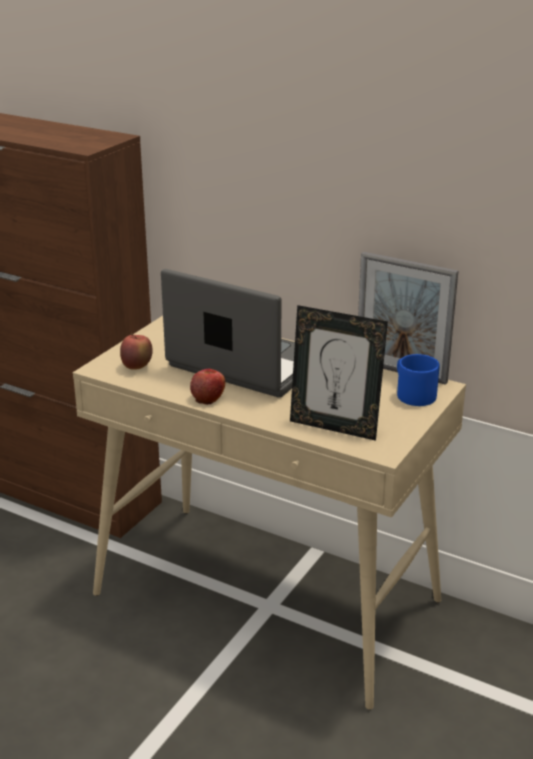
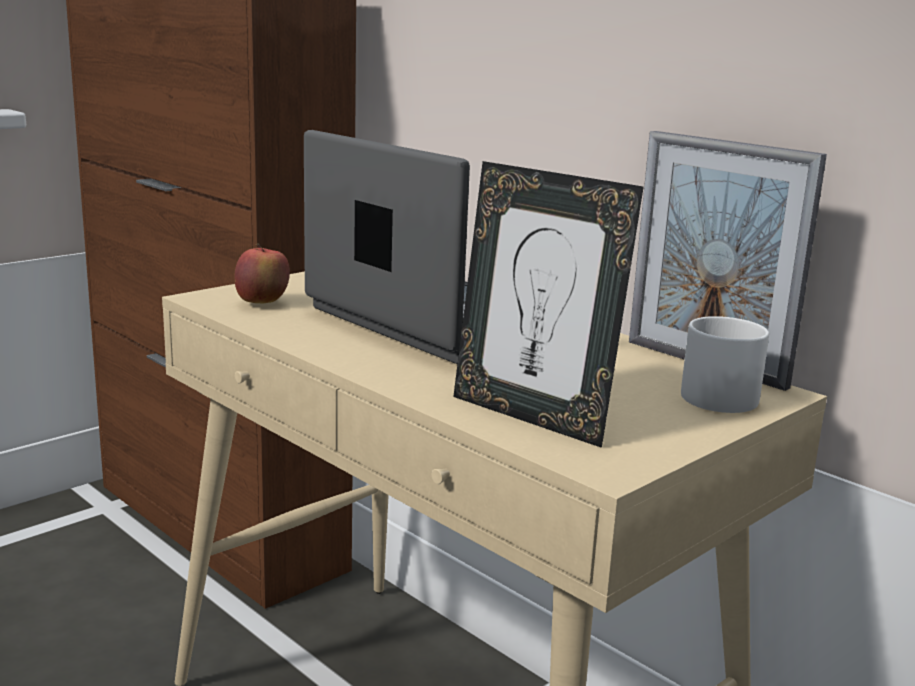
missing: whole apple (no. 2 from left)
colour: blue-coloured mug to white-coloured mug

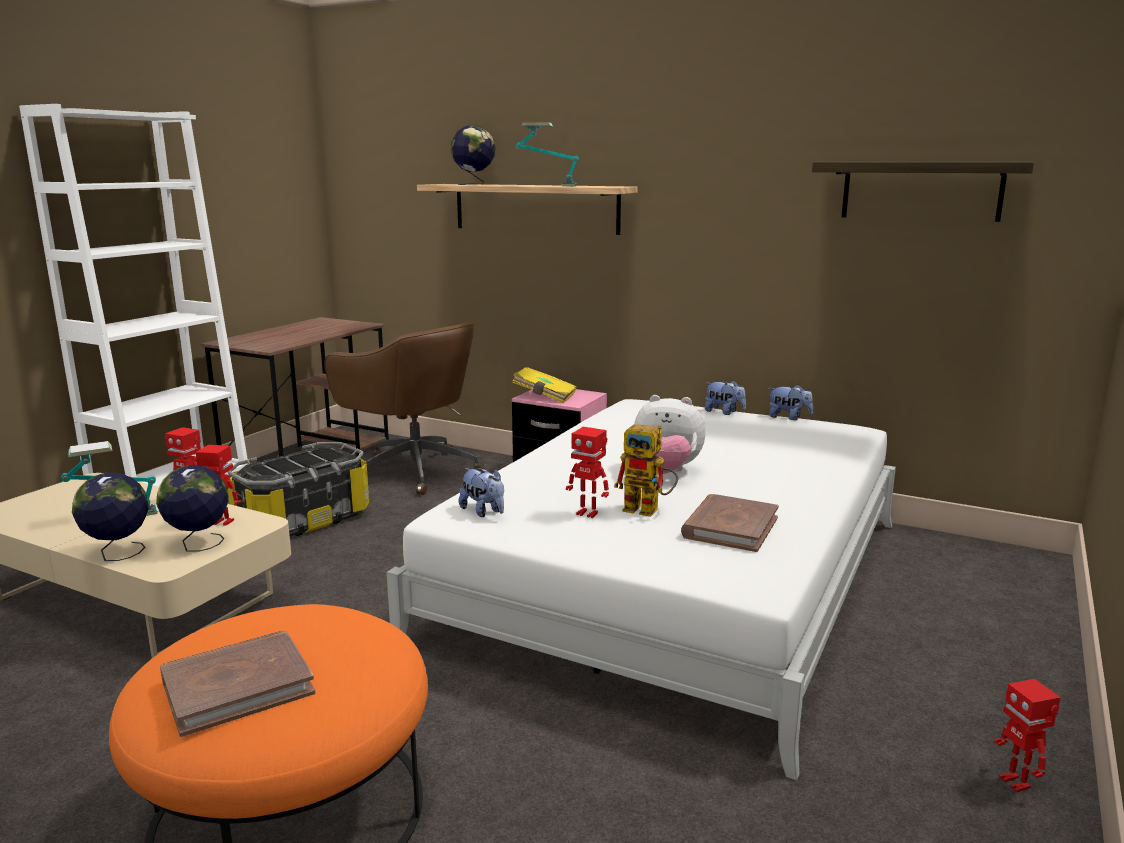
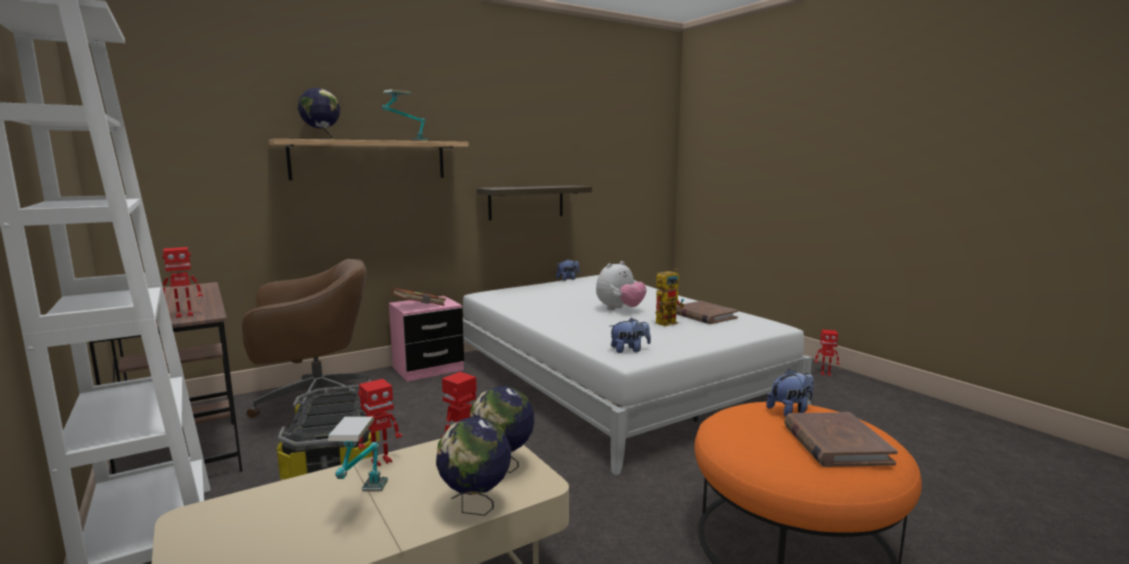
relocated: model robot (no. 3 from left in the first image) to model robot (no. 1 from left); soft toy (no. 3 from left in the first image) to soft toy (no. 4 from left); shelf (no. 2 from left)
colour: yellowish bound book to brownish bound book (no. 1 from left)

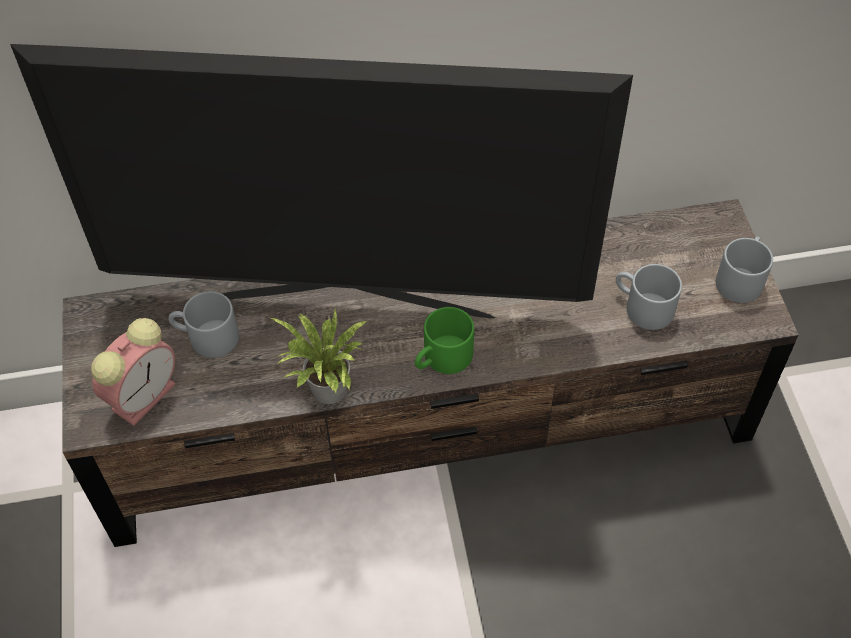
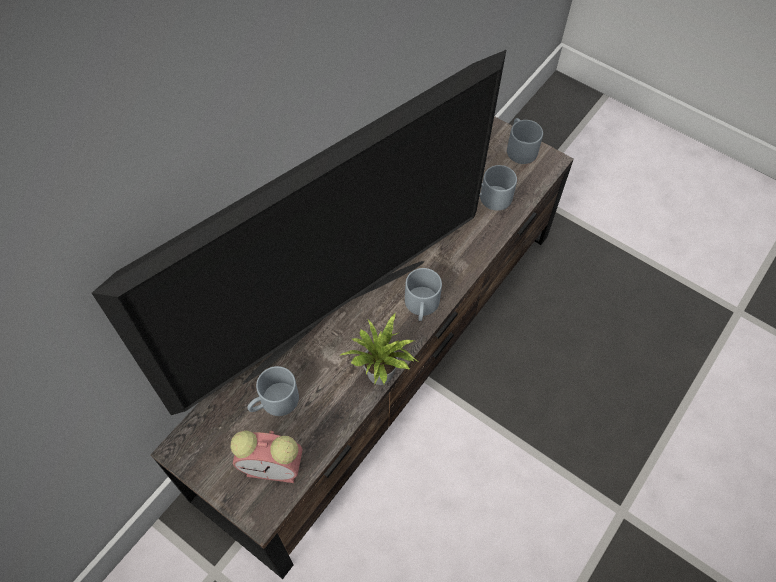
colour: greenish mug to grey mug (no. 2 from left)
spun: table clock 105 degrees clockwise

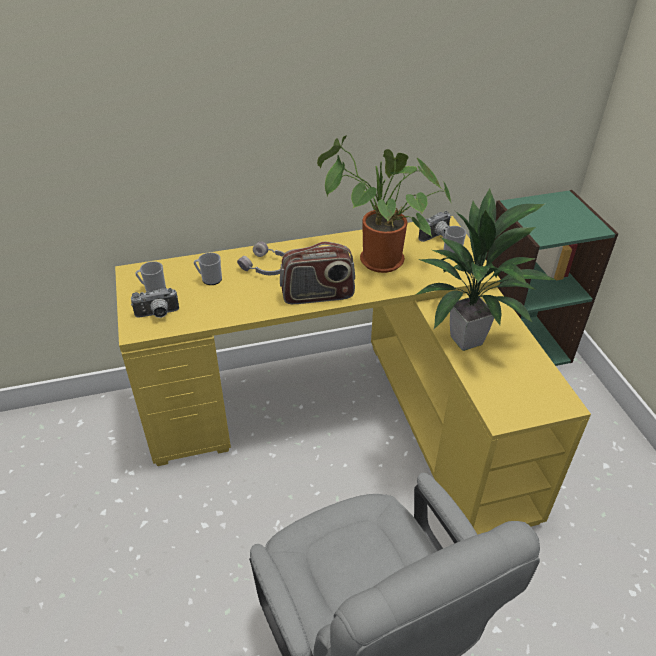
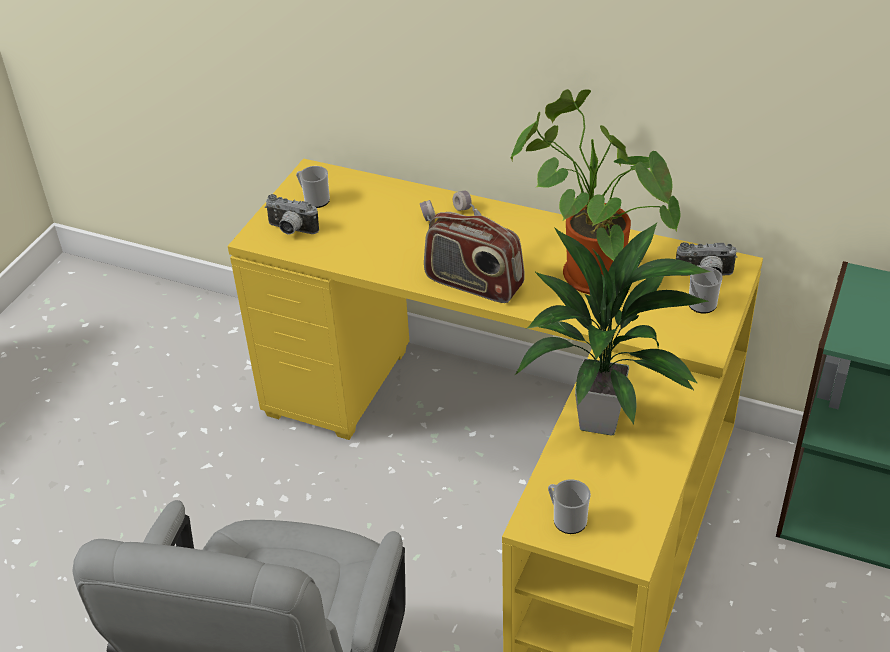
relocated: mug (no. 2 from left)

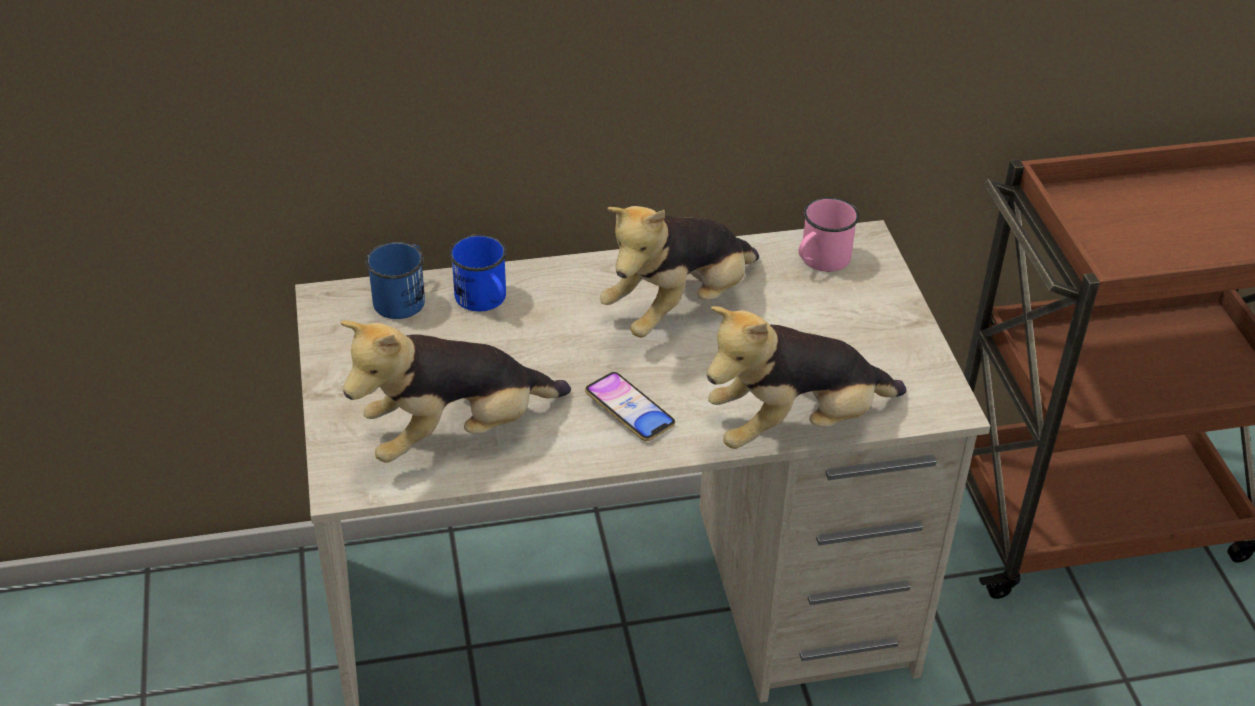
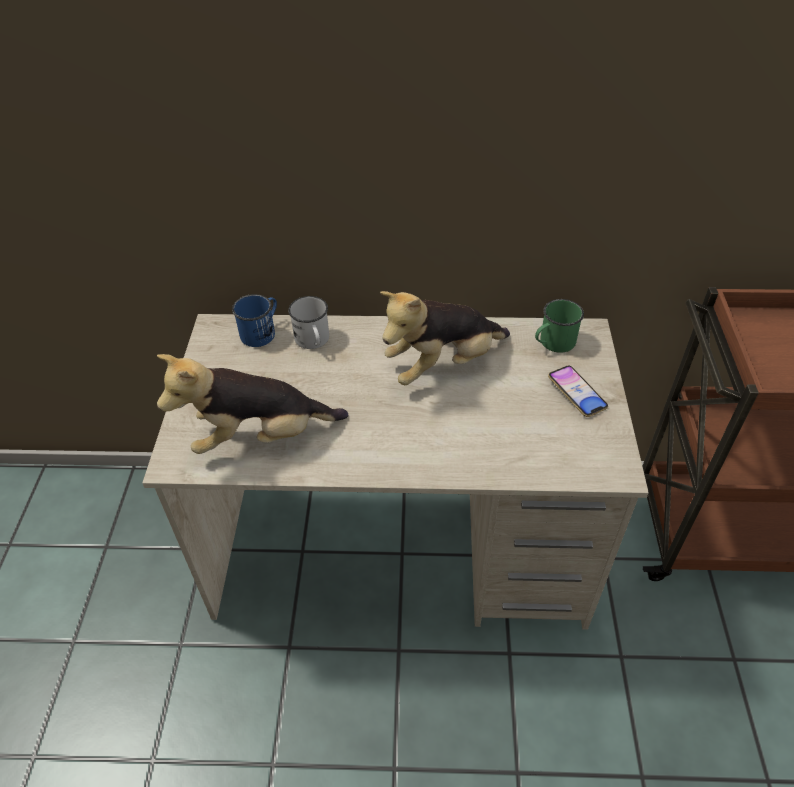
missing: soft toy (no. 3 from left)
relocated: phone
colour: blue-coloured mug (no. 2 from left) to white-coloured mug; pink mug to greenish mug

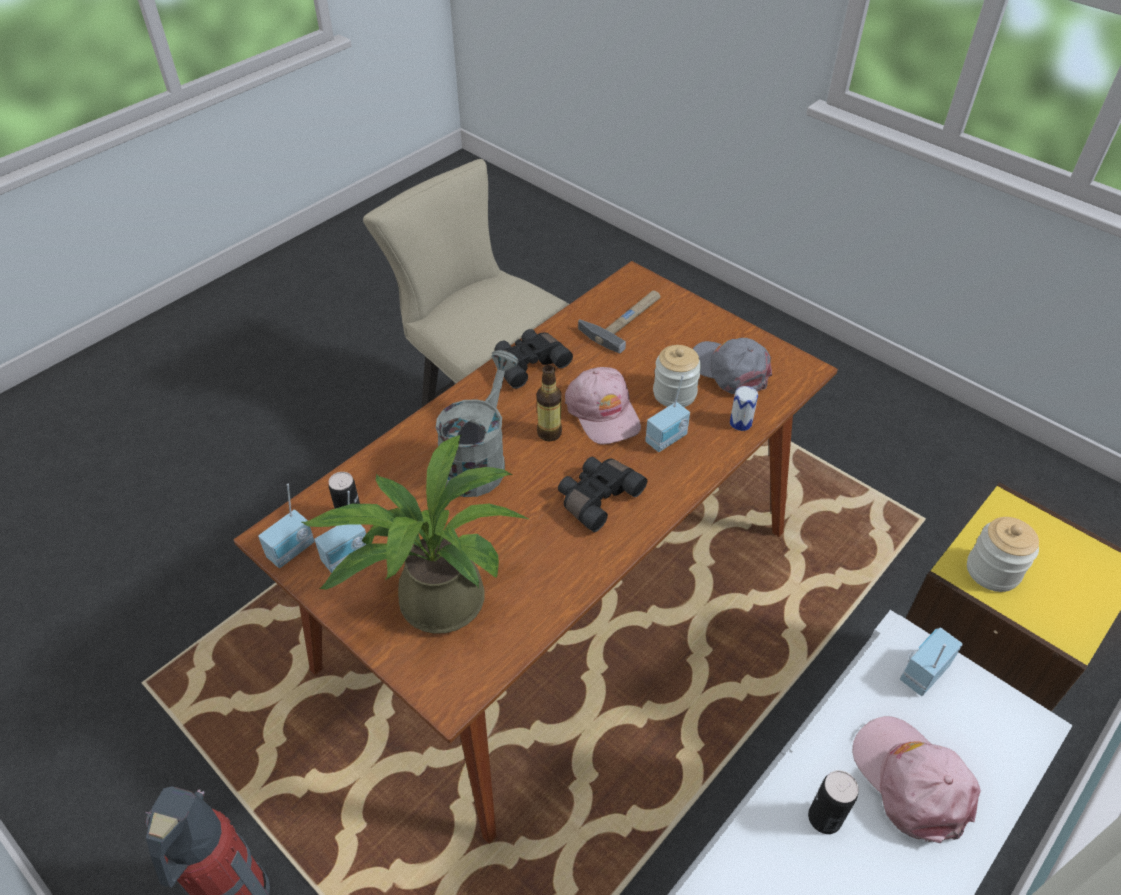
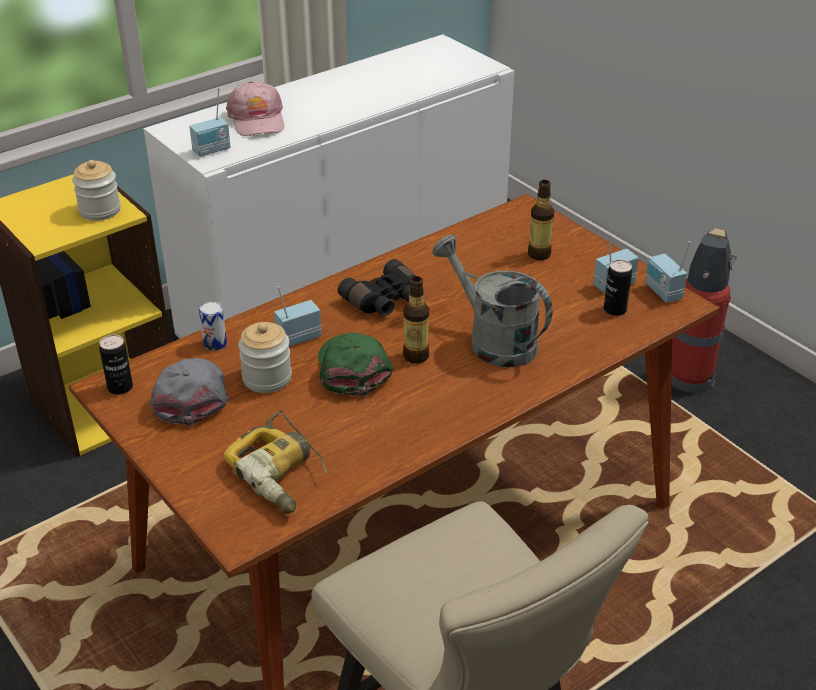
missing: black-coloured field glasses (no. 1 from left)
relocated: sealed can (no. 3 from left in the first image) to sealed can (no. 1 from left)
exchanged: houseplant to bottle (no. 2 from left); hand hammer to drill
colour: pink baseball cap (no. 1 from left) to greenish baseball cap
spun: radio (no. 1 from left in the first image) 75 degrees counterclockwise; grey sprinkling can 105 degrees clockwise; grey baseball cap 150 degrees counterclockwise

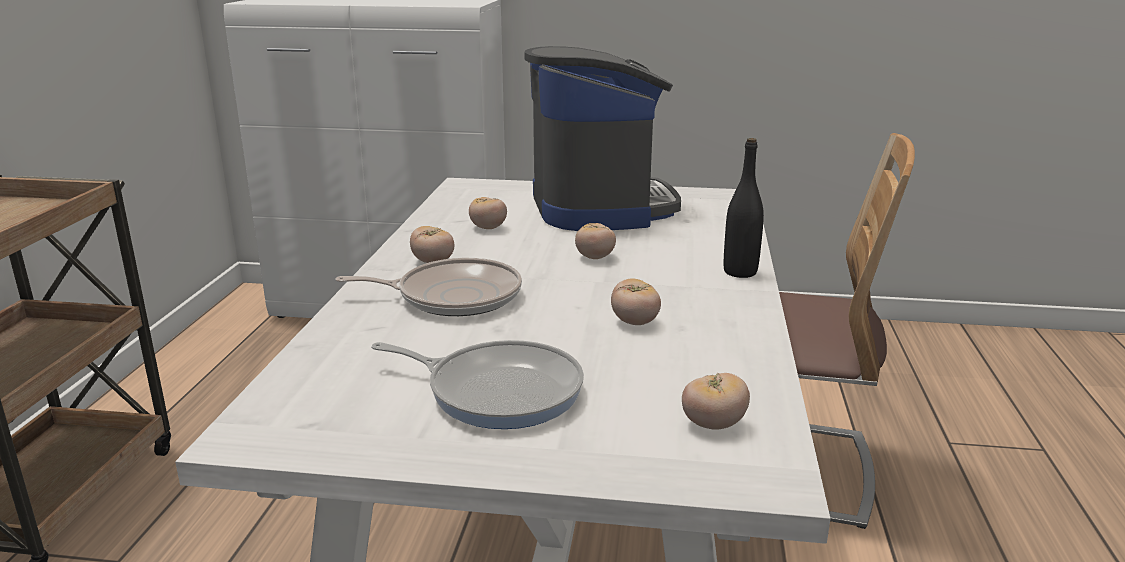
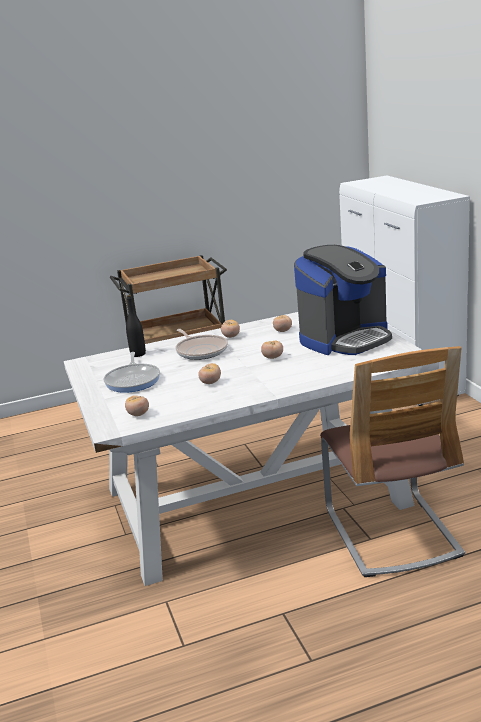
relocated: black-coloured bottle

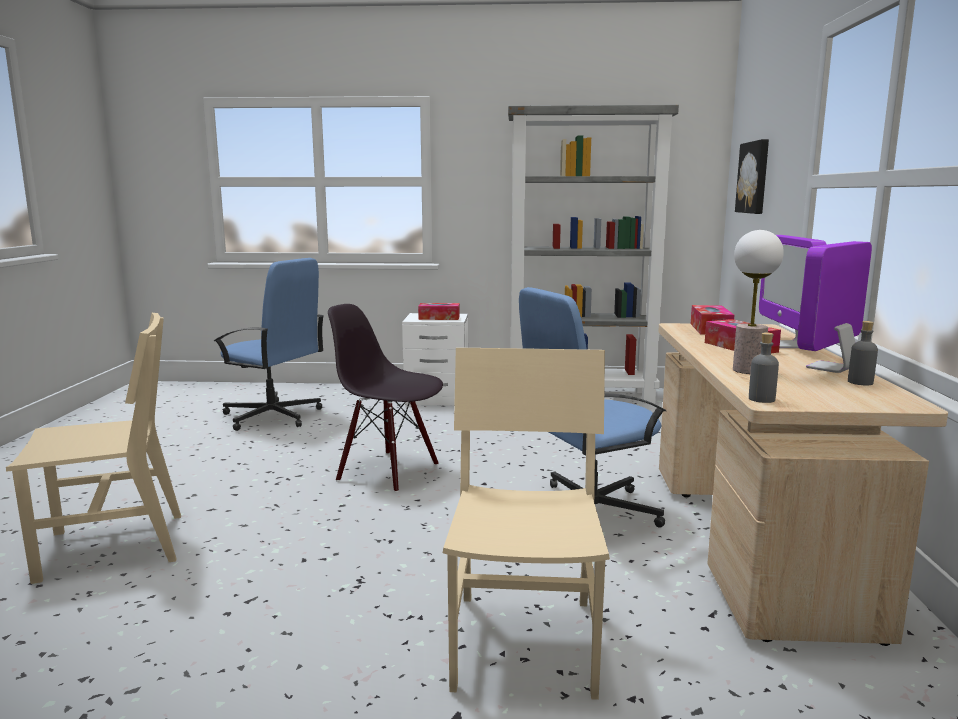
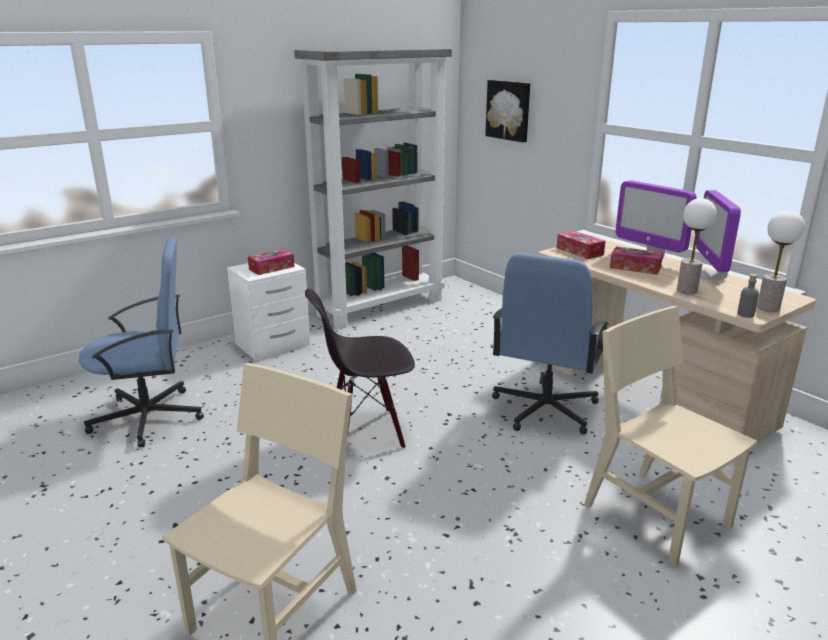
missing: grey bottle (no. 2 from left)
appeared: table lamp (no. 2 from left)

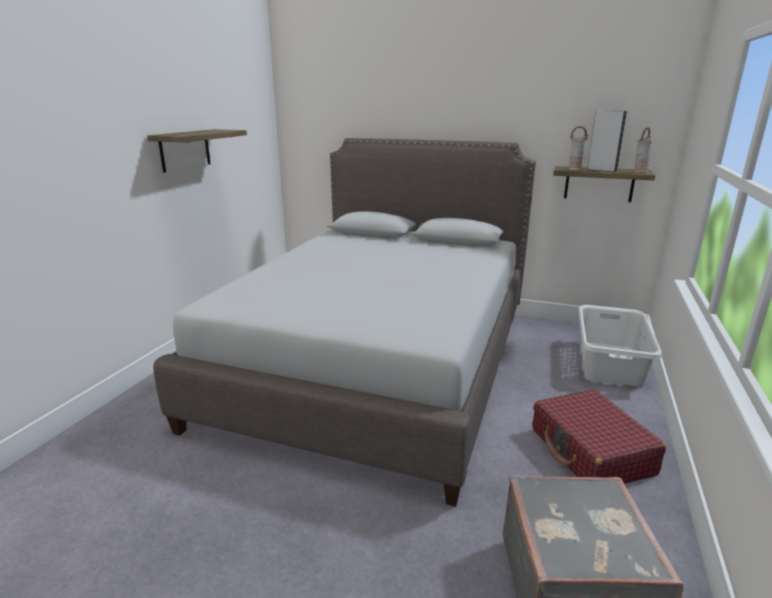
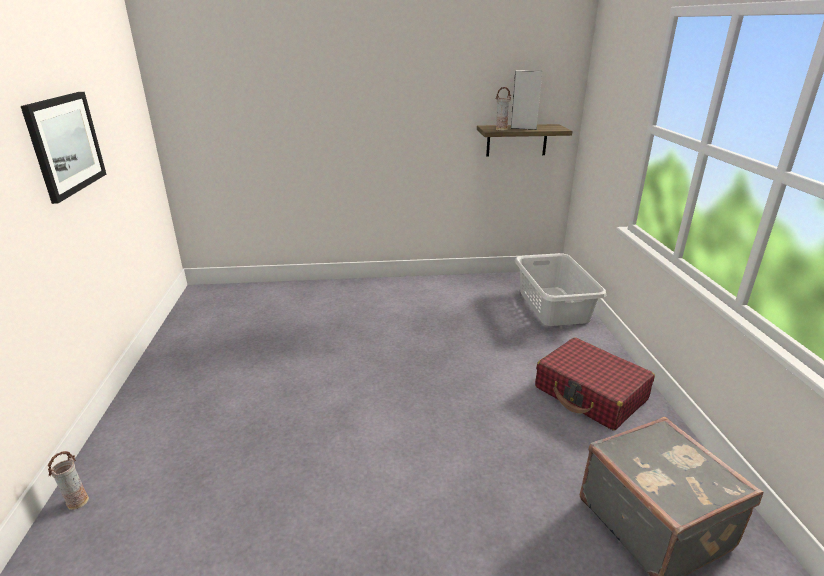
missing: grey bed
relocated: vase (no. 2 from left in the first image) to vase (no. 1 from left)
exchanged: shelf (no. 1 from left) to wall picture

